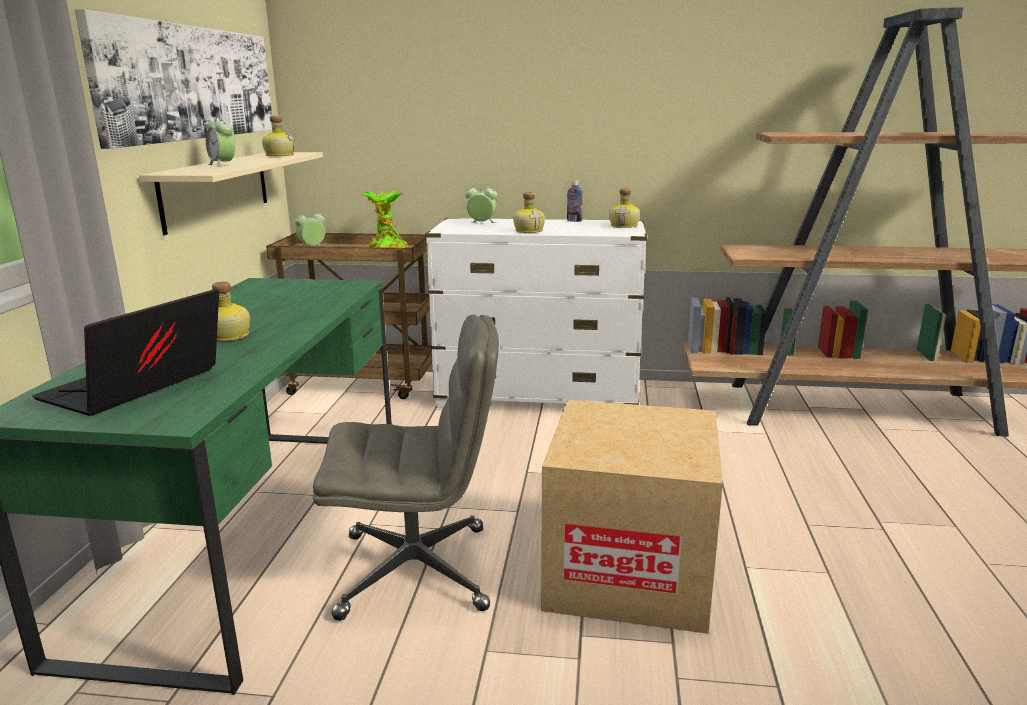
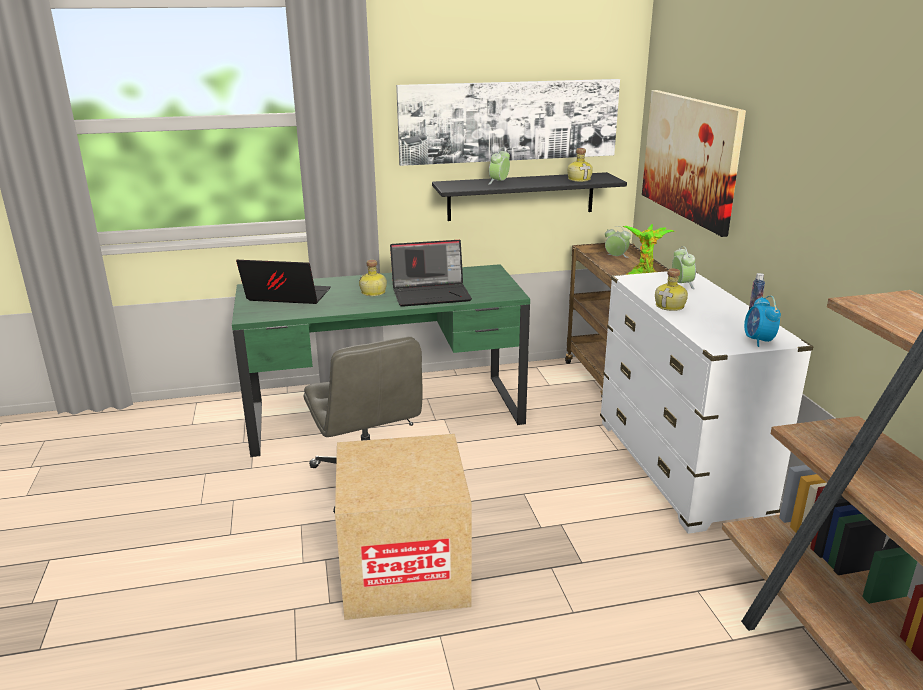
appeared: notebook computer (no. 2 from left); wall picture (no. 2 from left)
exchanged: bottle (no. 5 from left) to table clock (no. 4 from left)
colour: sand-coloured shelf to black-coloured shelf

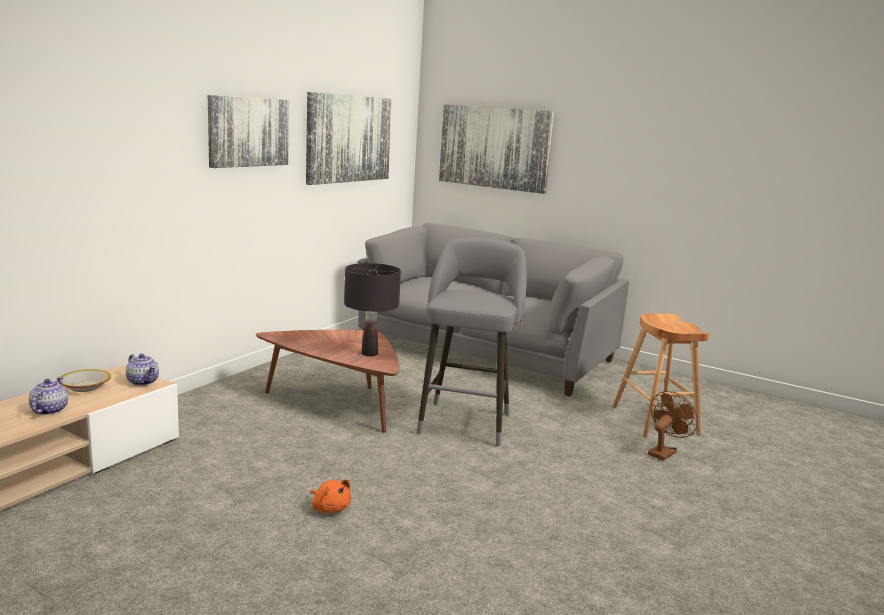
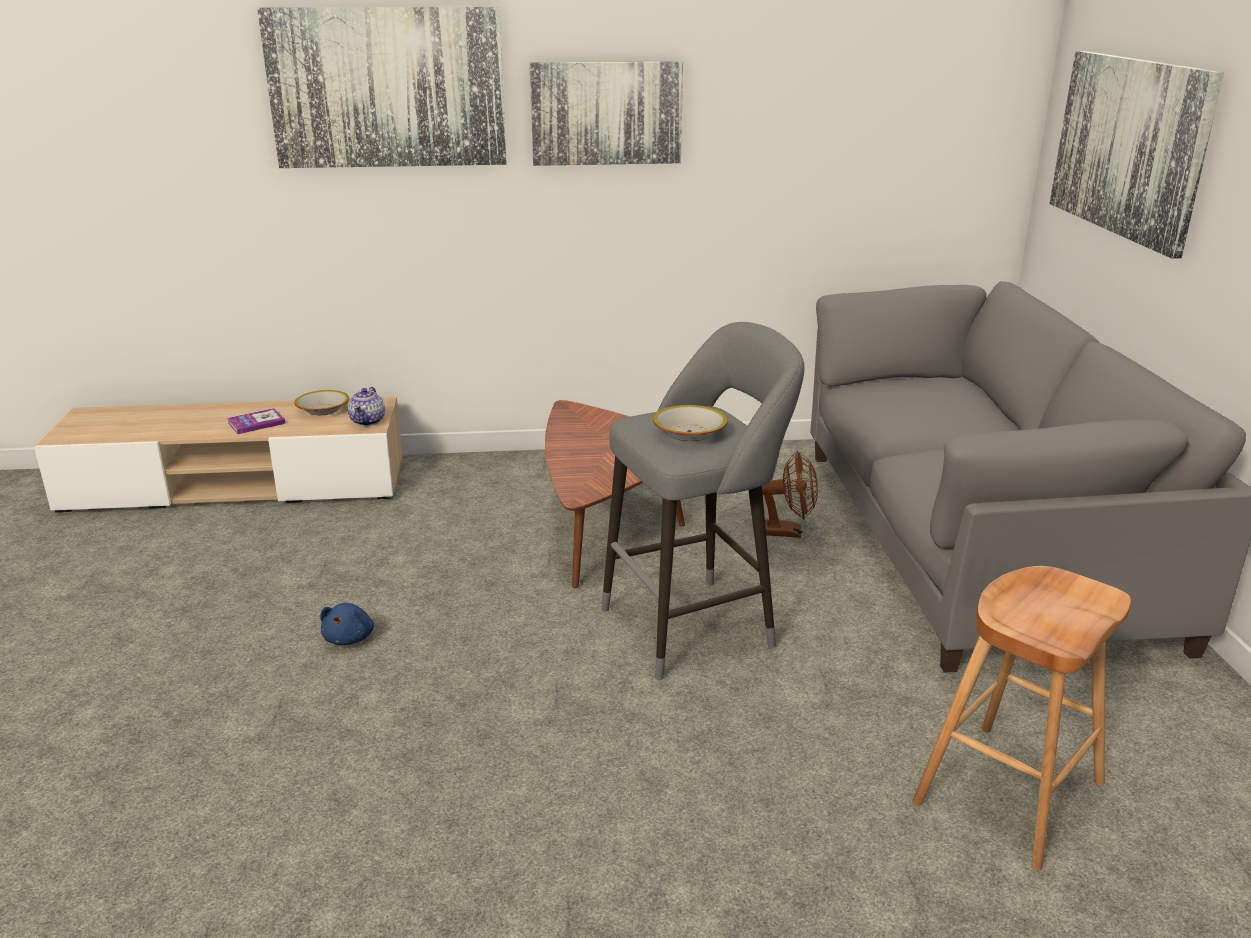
missing: black-coloured table lamp
appeared: deep dish (no. 2 from left)
relocated: wall picture (no. 2 from left in the first image) to wall picture (no. 1 from left); brownish fan
exchanged: teapot (no. 1 from left) to bound book
colour: orangey soft toy to blue-coloured soft toy

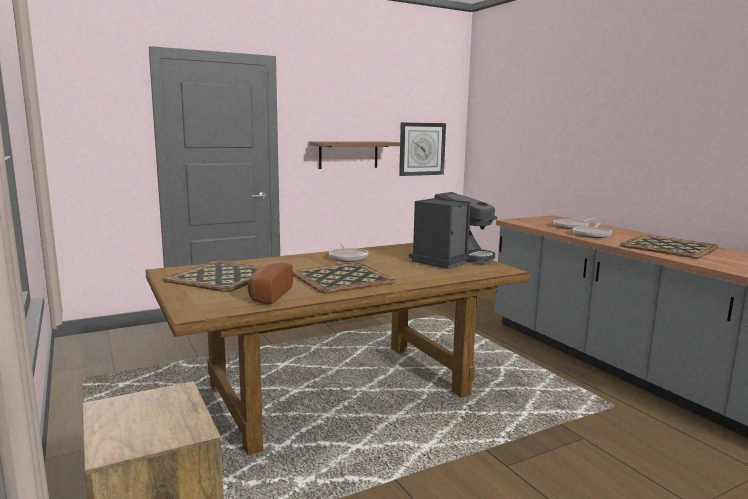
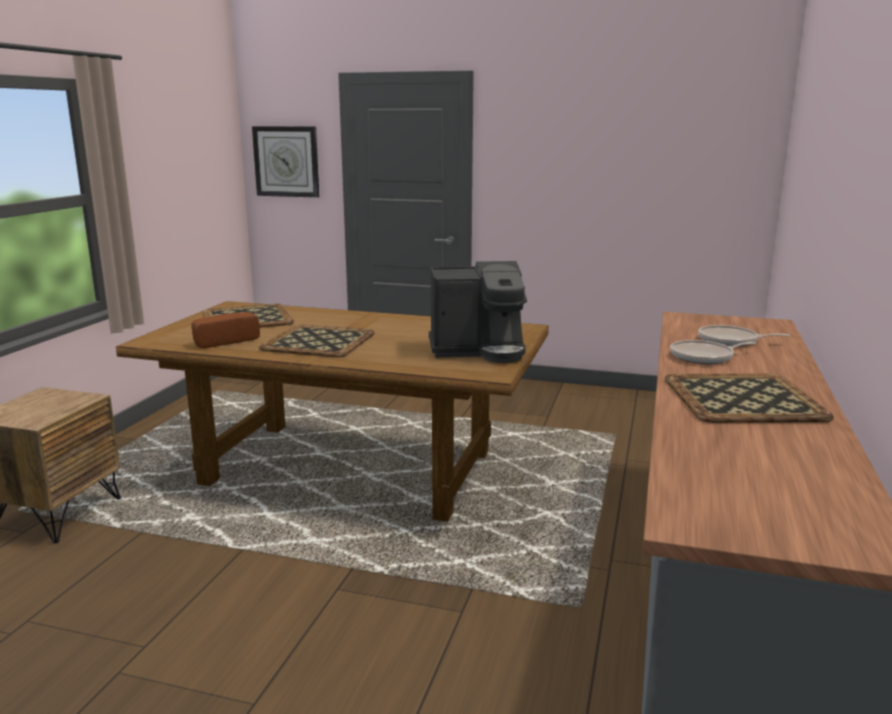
missing: shelf; skillet (no. 1 from left)
relocated: hanging clock

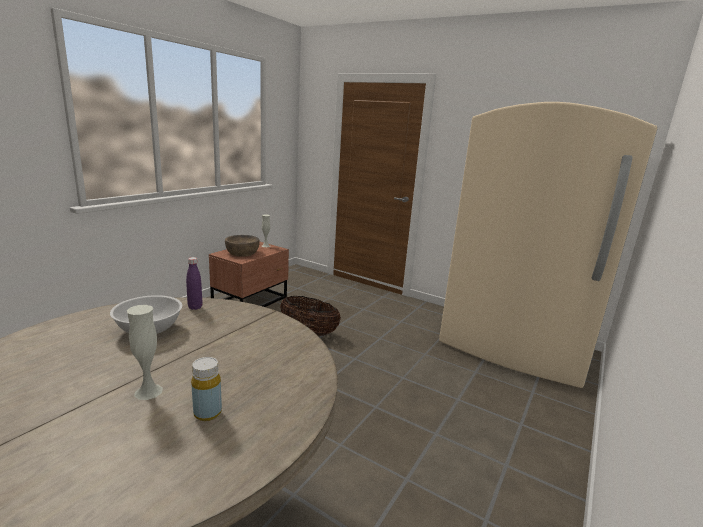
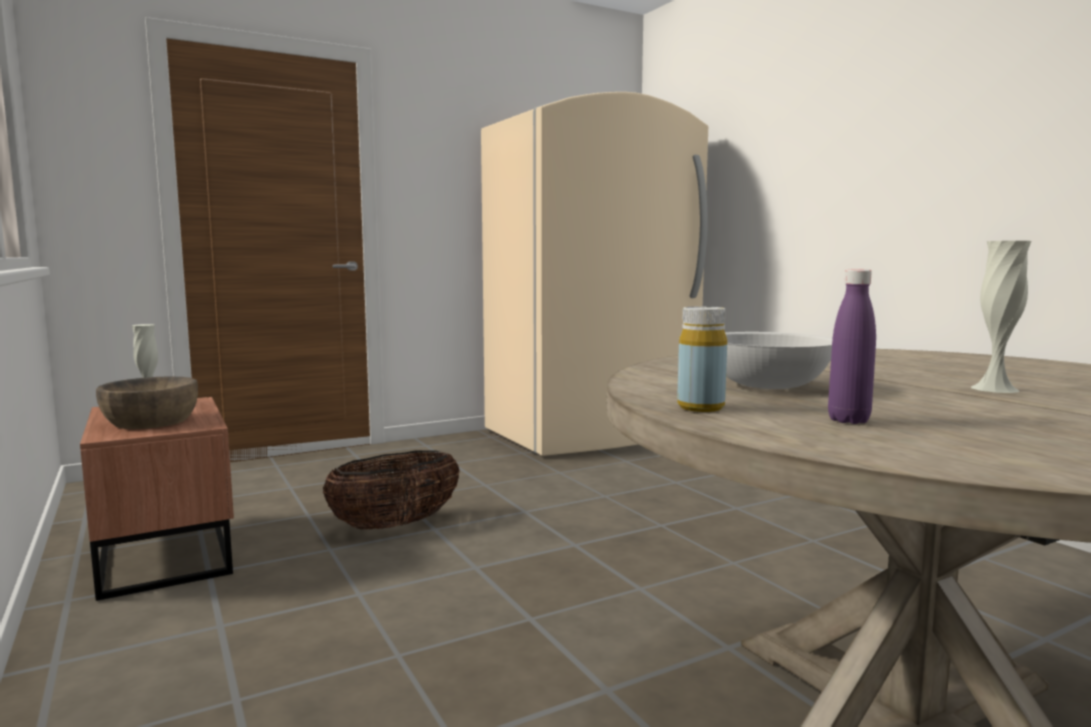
relocated: purple-coloured bottle; yellowish bottle

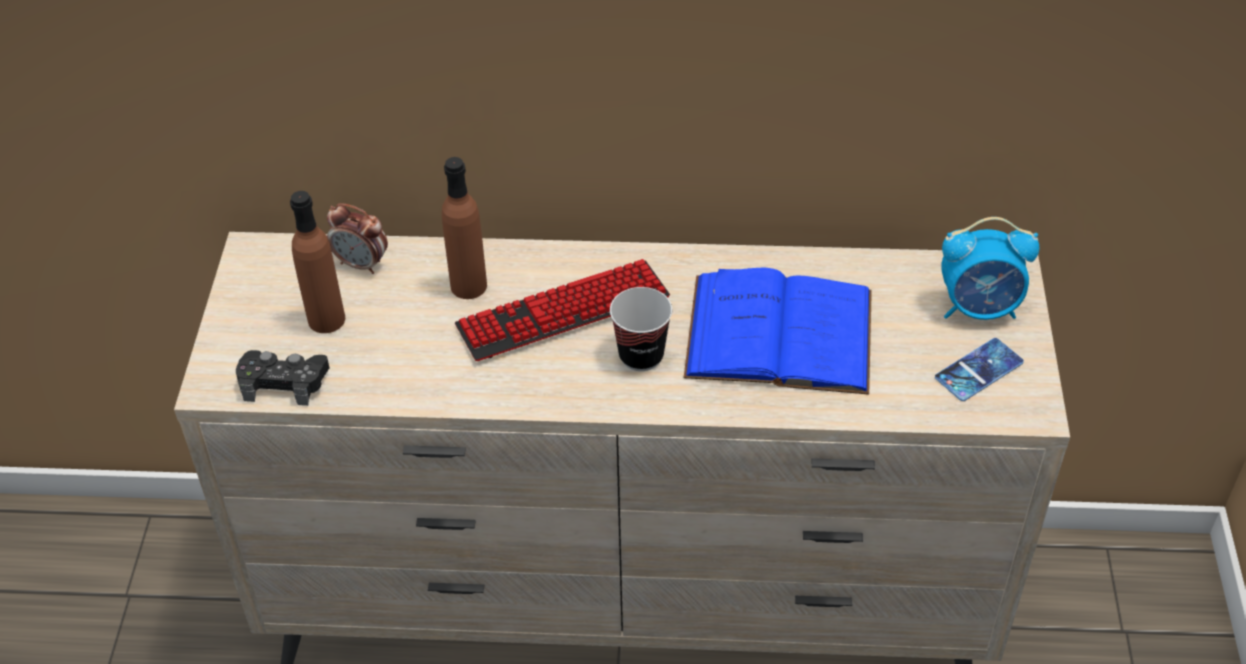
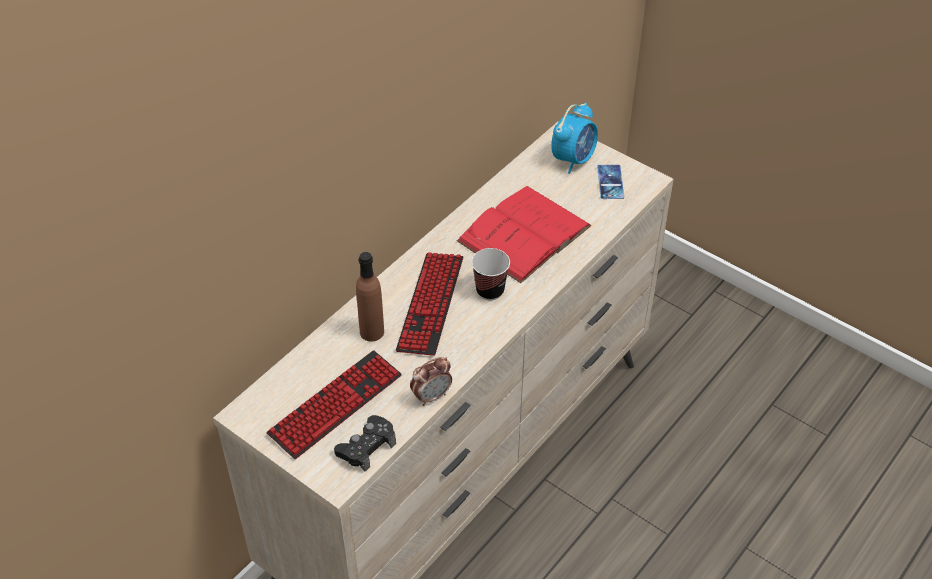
relocated: table clock (no. 1 from left)
exchanged: brownish bottle (no. 1 from left) to keyboard (no. 1 from left)
colour: blue-coloured bound book to red bound book

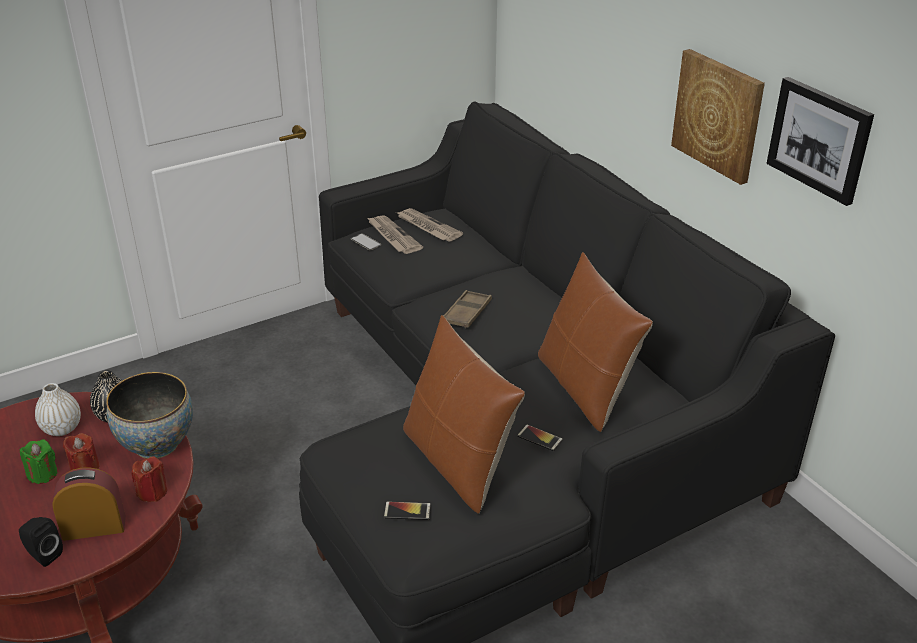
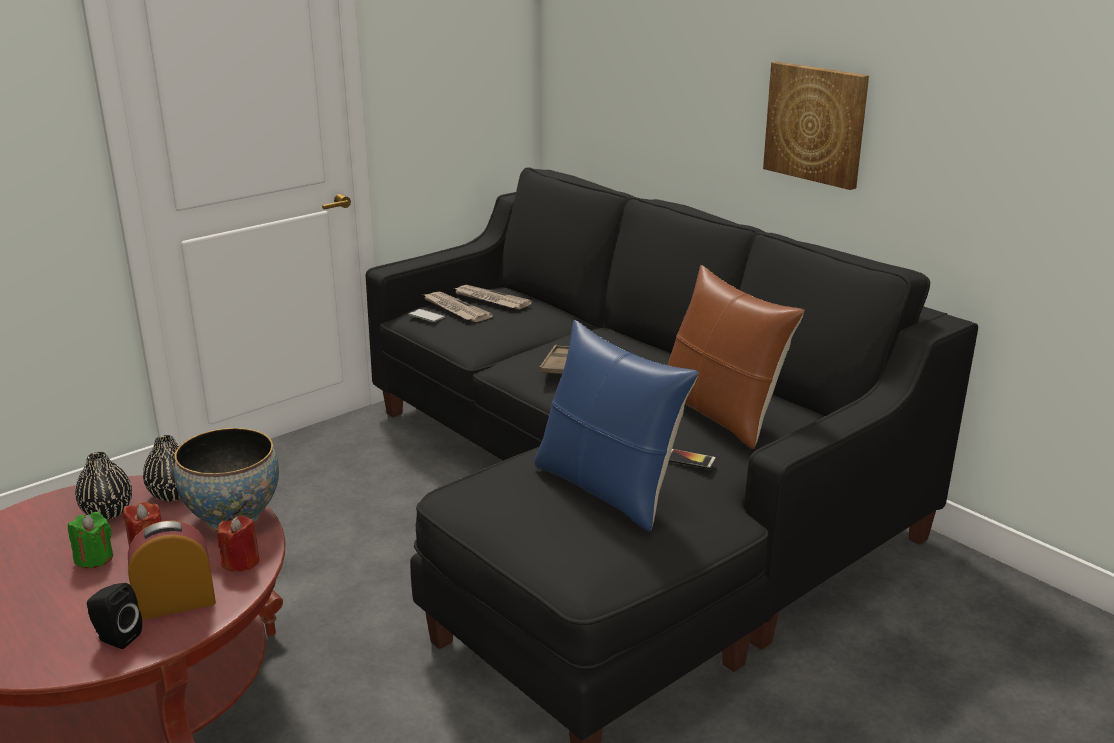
missing: phone (no. 2 from left); wall picture (no. 2 from left)
colour: white-coloured vase to black-coloured vase (no. 1 from left); brownish cushion (no. 1 from left) to blue-coloured cushion

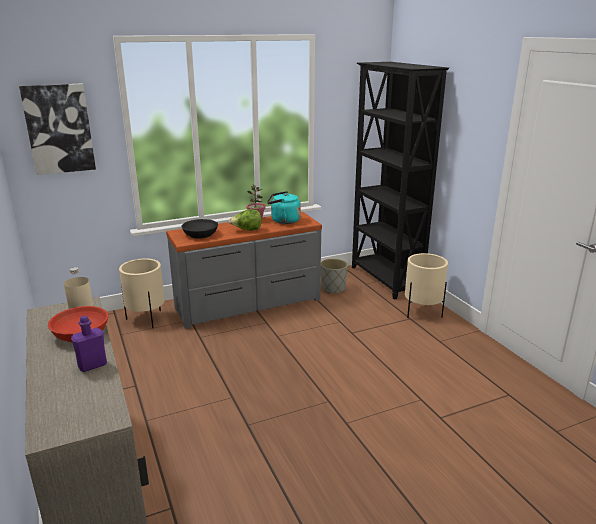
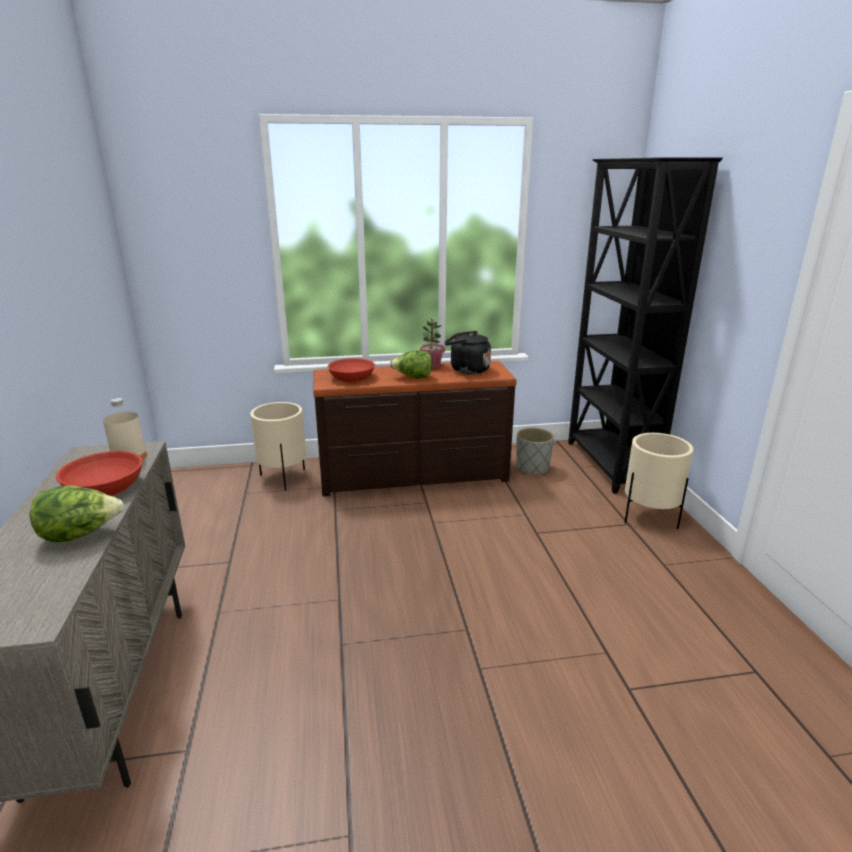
missing: wall picture
exchanged: purple-coloured bottle to lettuce (no. 1 from left)
colour: grey chest of drawers to brownish chest of drawers; black-coloured deep dish to red deep dish (no. 2 from left); turquoise tea kettle to black-coloured tea kettle

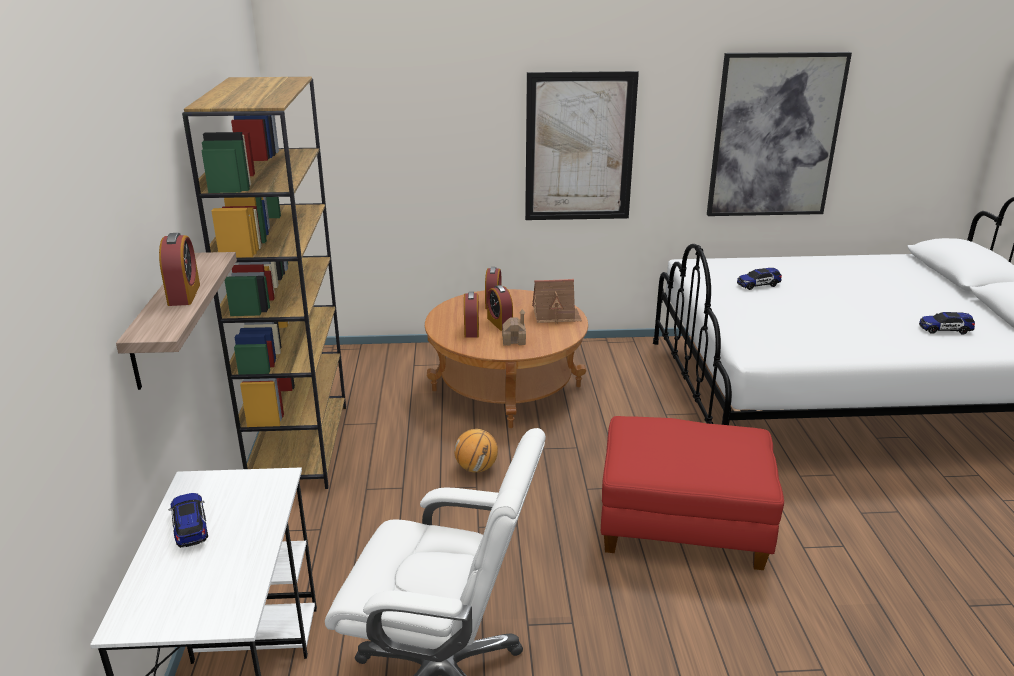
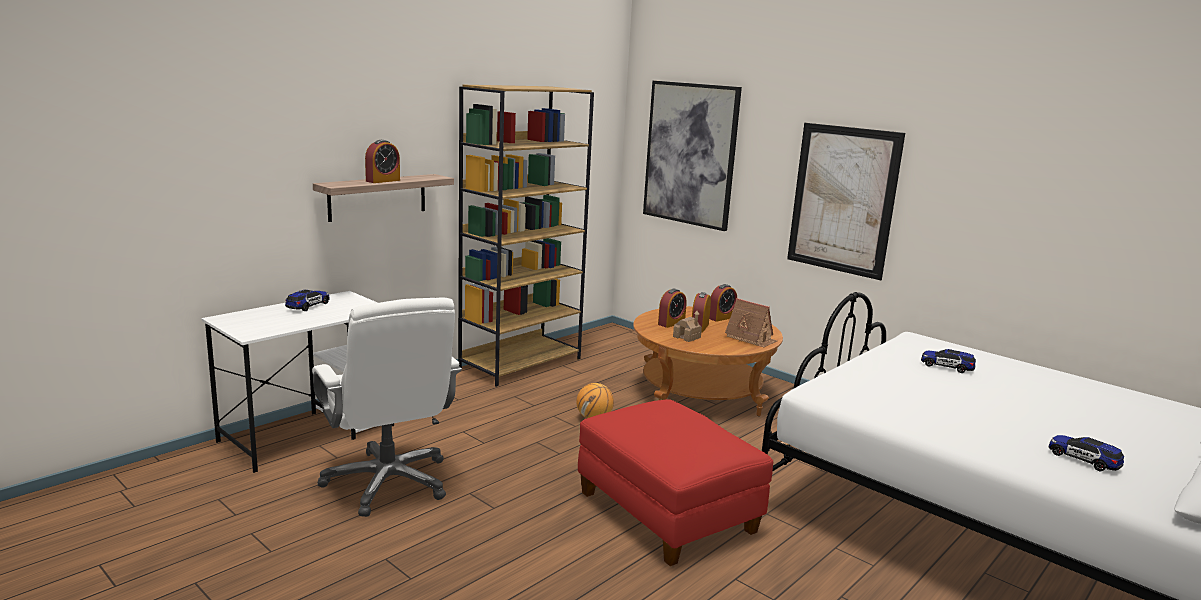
relocated: wall picture (no. 2 from left in the first image) to wall picture (no. 1 from left)

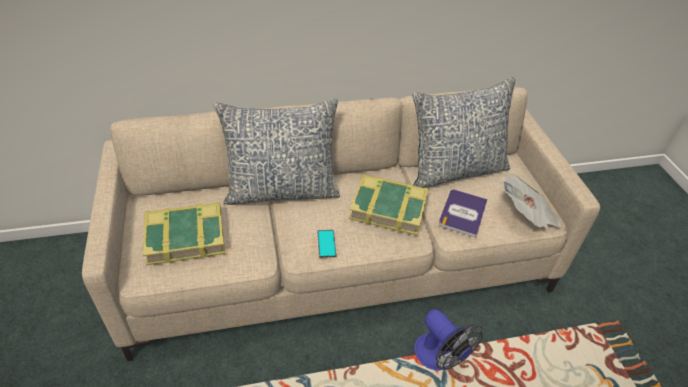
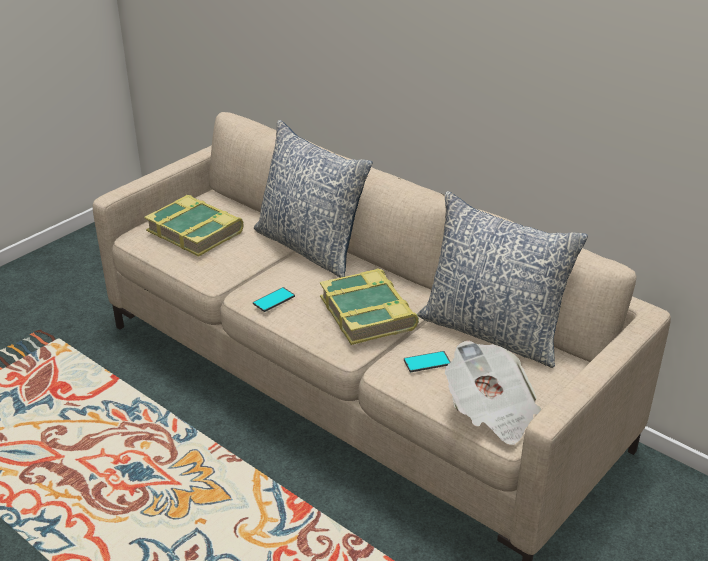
missing: fan
exchanged: bound book (no. 3 from left) to phone (no. 2 from left)

